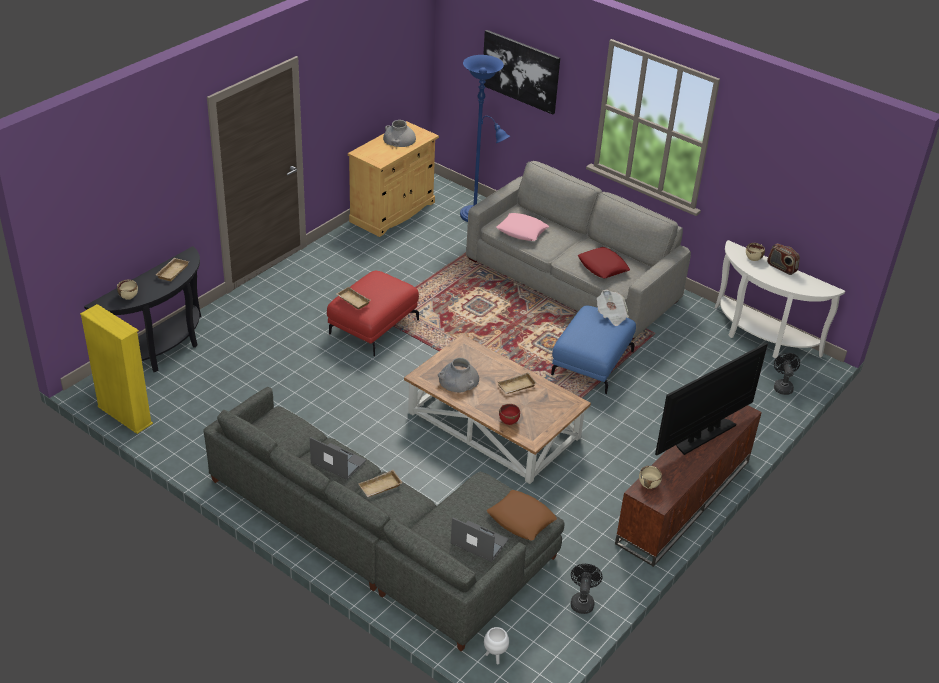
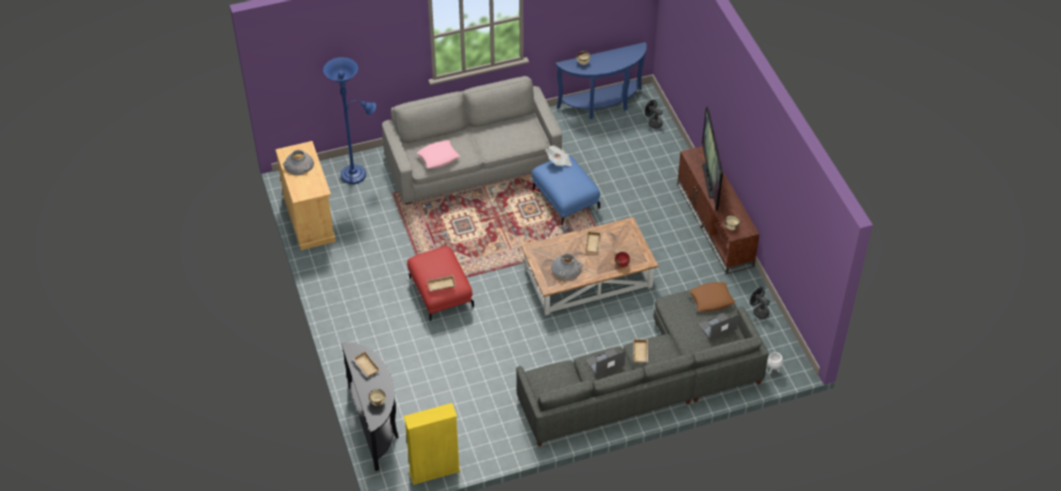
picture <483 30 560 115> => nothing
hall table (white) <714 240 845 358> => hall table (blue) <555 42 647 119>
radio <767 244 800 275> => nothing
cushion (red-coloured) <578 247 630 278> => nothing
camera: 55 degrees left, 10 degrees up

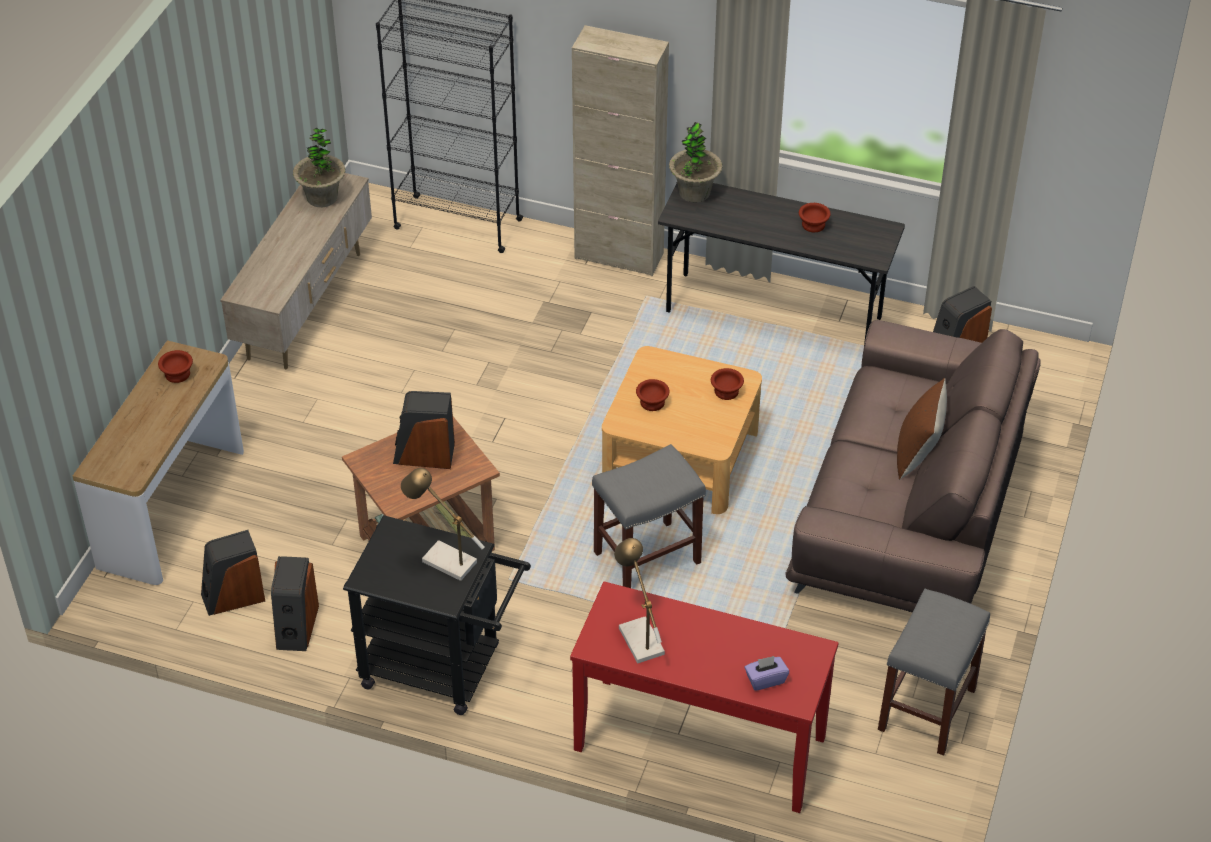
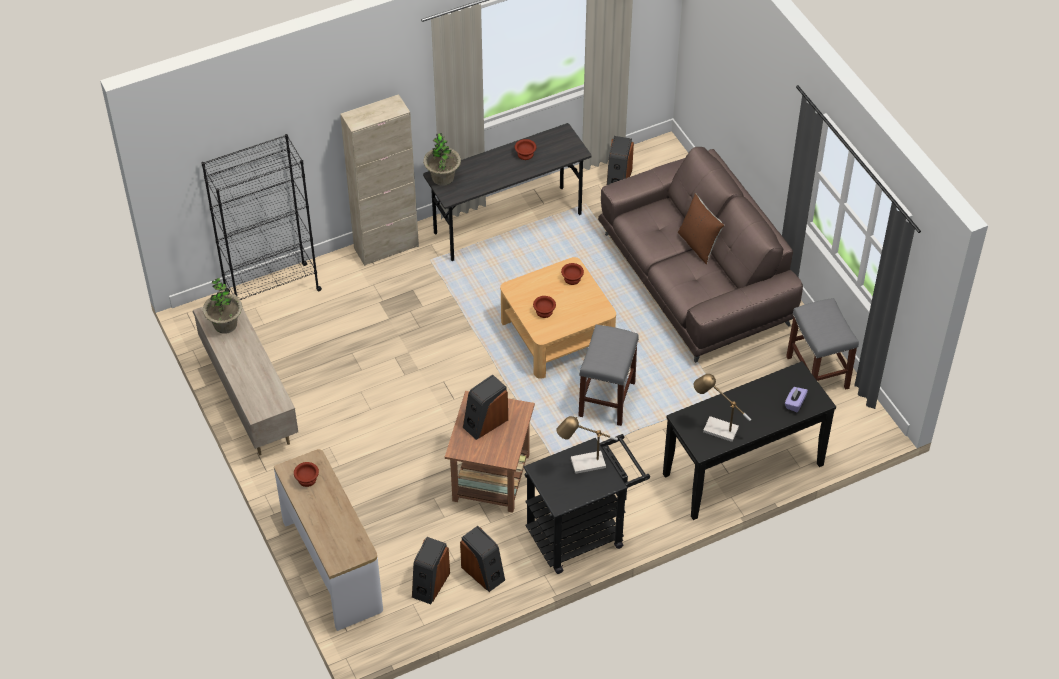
hall table (red-coloured) <570 581 839 813> => hall table (black) <663 361 836 520>
camera: 45 degrees left, 5 degrees up

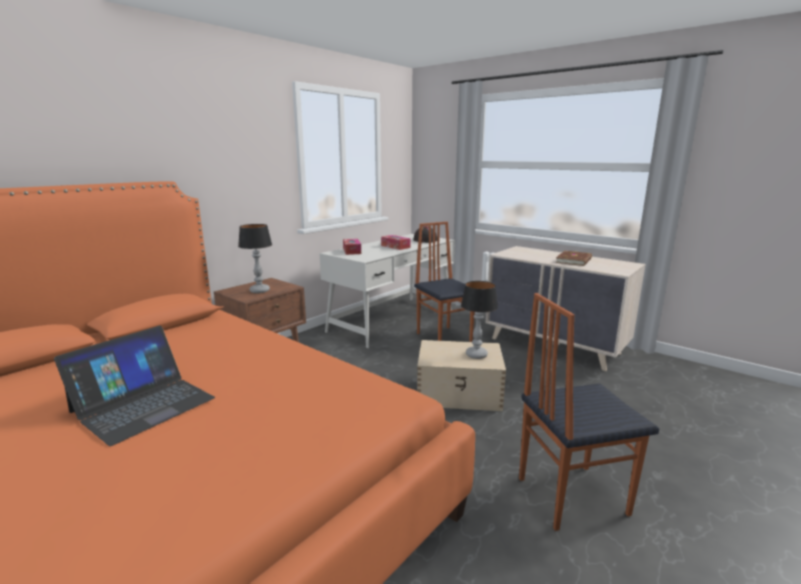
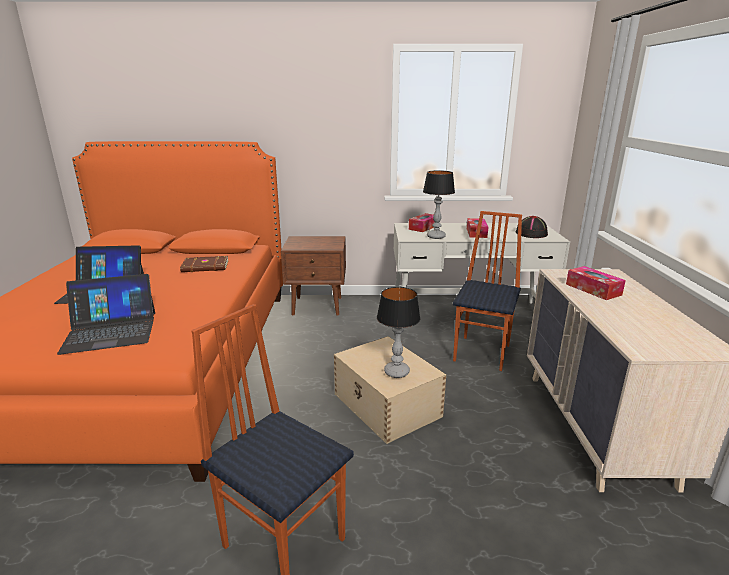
table lamp <238 224 272 293> => table lamp <423 170 455 239>, move
book (brown) <556 251 592 266> => book (brown) <180 256 229 272>, move
nothing => tissue holder <566 266 626 300>
nothing => portable computer <57 274 155 355>
camera: 50 degrees right, 5 degrees up

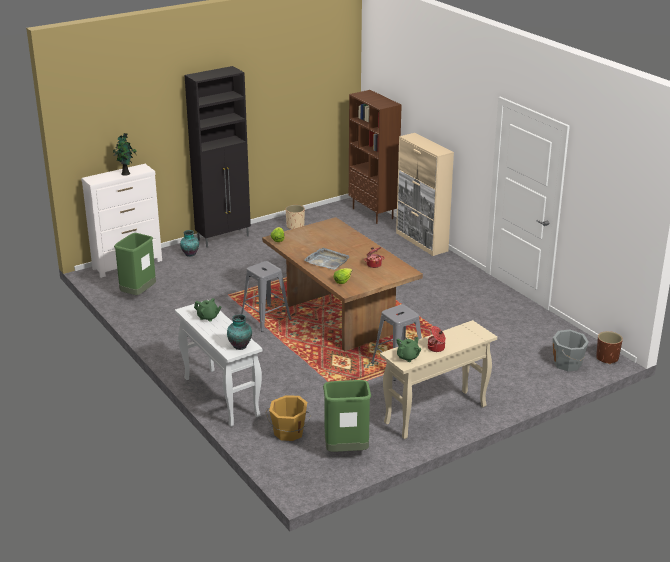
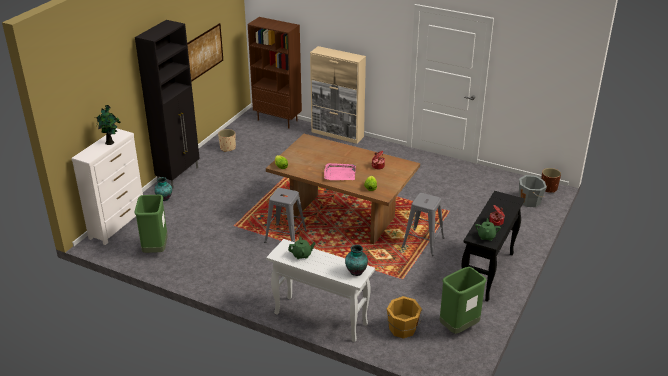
carrying tray (grey) <304 247 349 270> => carrying tray (pink) <324 163 356 180>
hall table (beige) <380 320 497 439> => hall table (black) <462 191 525 302>
nothing => picture <187 23 223 82>
camera: 30 degrees left, 5 degrees up

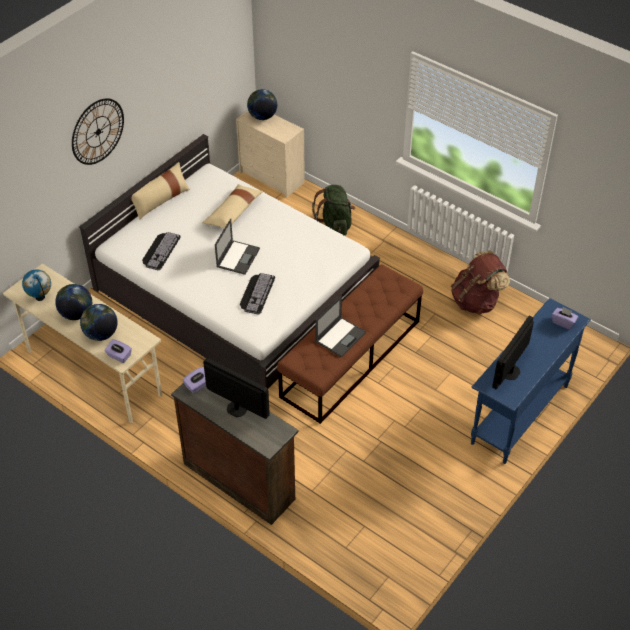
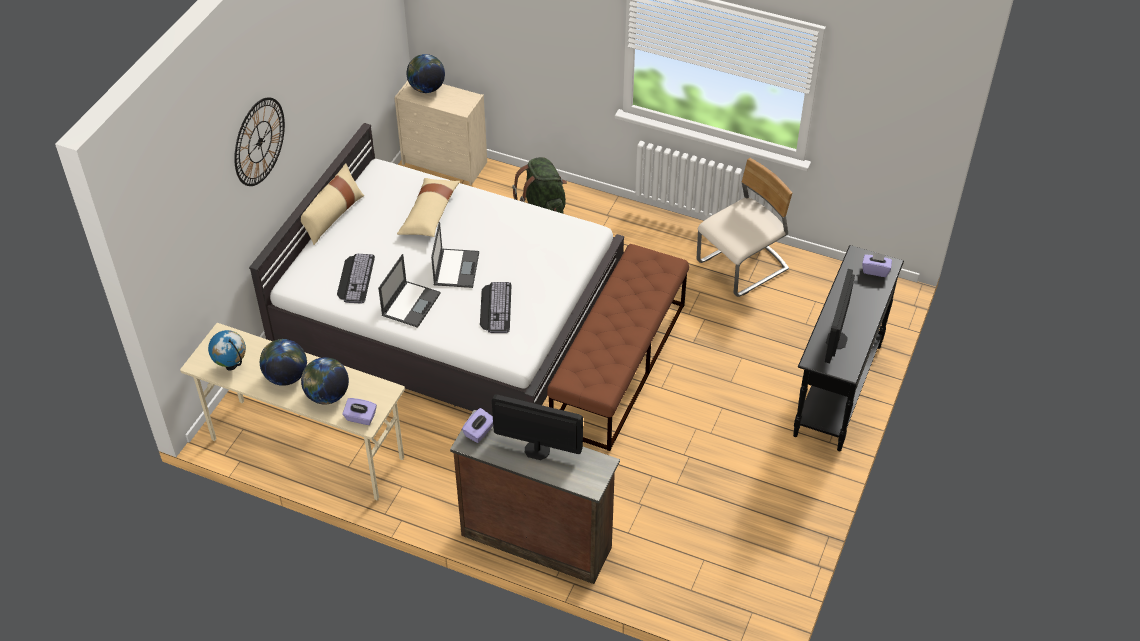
rucksack (brown) <451 251 510 314> => upright chair (beige) <697 158 792 297>
portable computer <315 296 366 357> => portable computer <378 254 440 328>, move
hall table (blue) <471 298 591 464> => hall table (black) <793 245 904 451>
camera: 15 degrees left, 0 degrees up

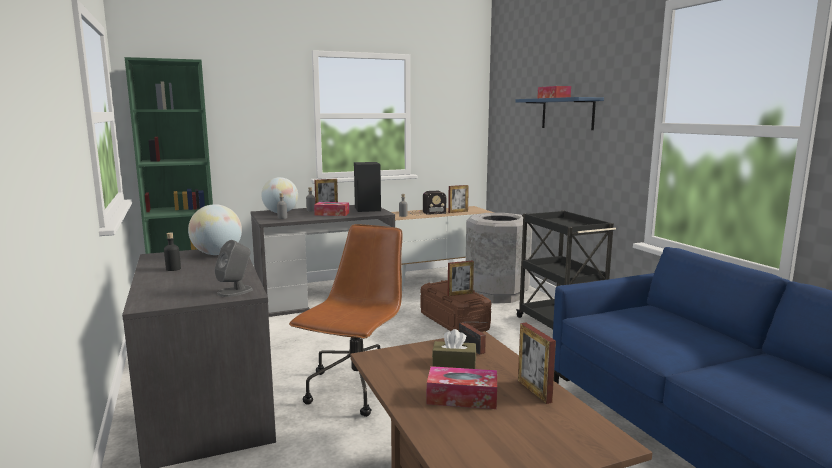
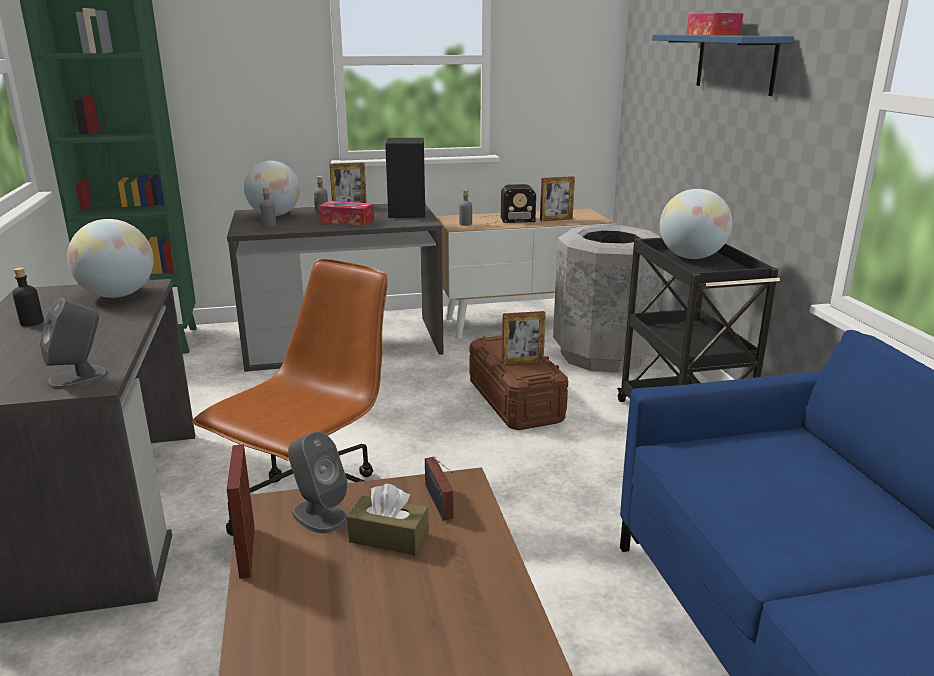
photo frame <518 323 556 404> => photo frame <227 444 255 579>, move
tissue holder <427 366 497 409> => nothing
nothing => globe <660 189 732 259>
nothing => audio speaker (grey) <288 432 347 533>
camera: 10 degrees right, 10 degrees up

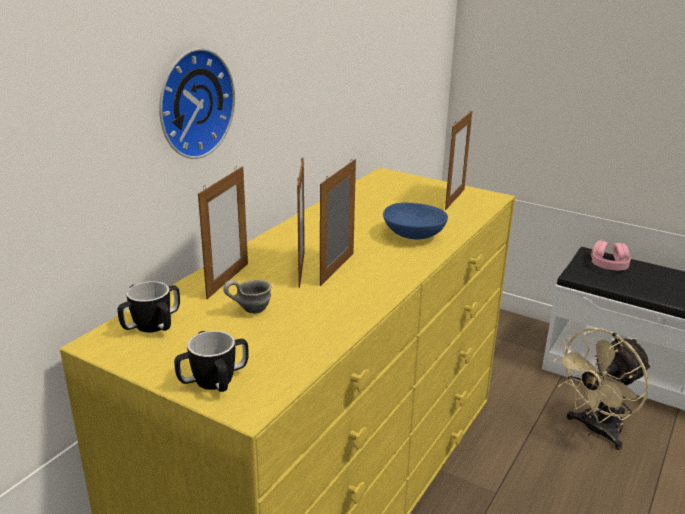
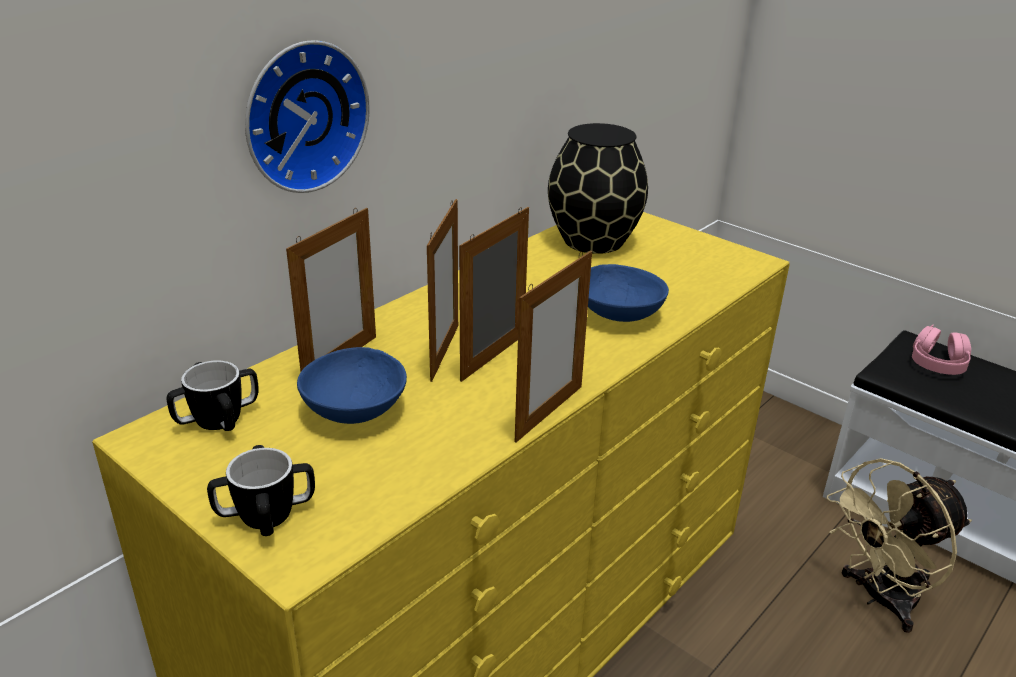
photo frame <445 110 472 210> => photo frame <515 251 592 442>, move
tea mug (grey) <223 279 272 314> => deep dish (blue) <297 347 407 424>
nothing => decorative vase (black) <548 123 648 254>
camera: 10 degrees right, 5 degrees up

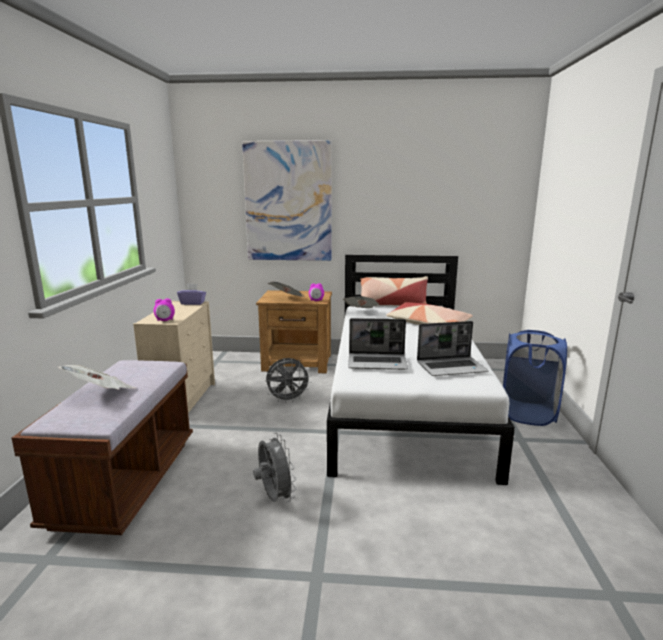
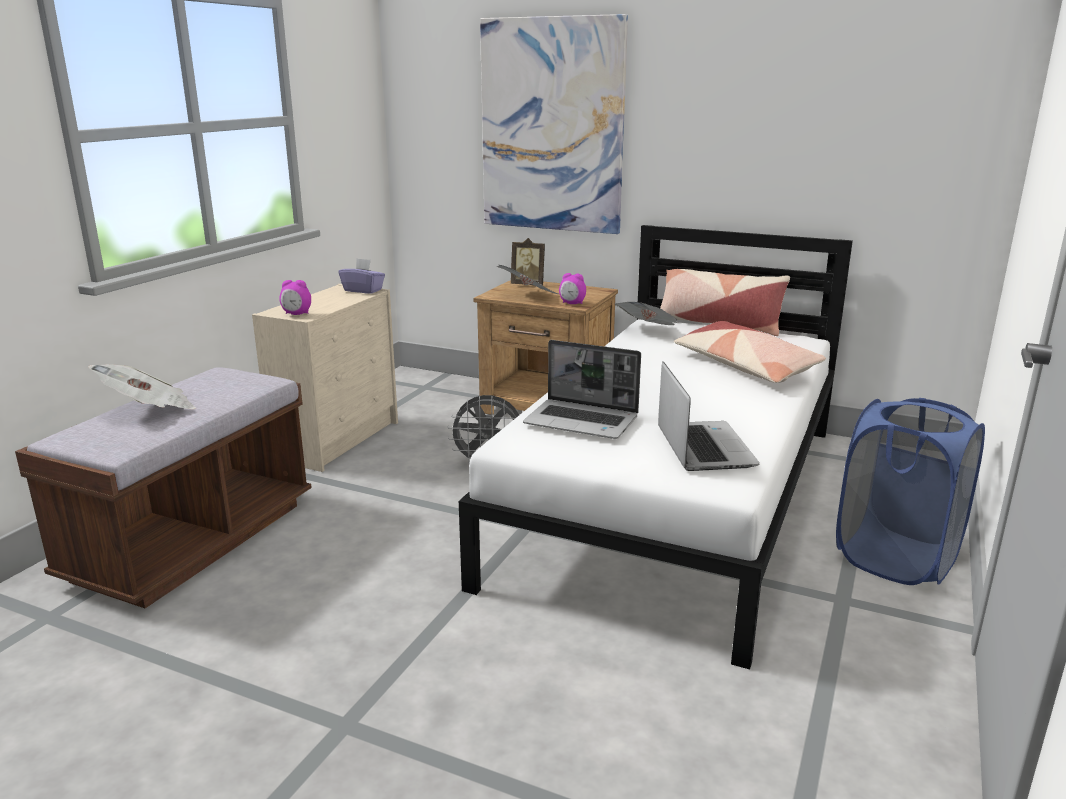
portable computer <417 321 489 376> => portable computer <658 361 760 471>, 105 degrees counterclockwise
fan (grey) <253 433 296 503> => nothing
nothing => photo frame <511 238 545 286>
camera: 20 degrees right, 5 degrees up

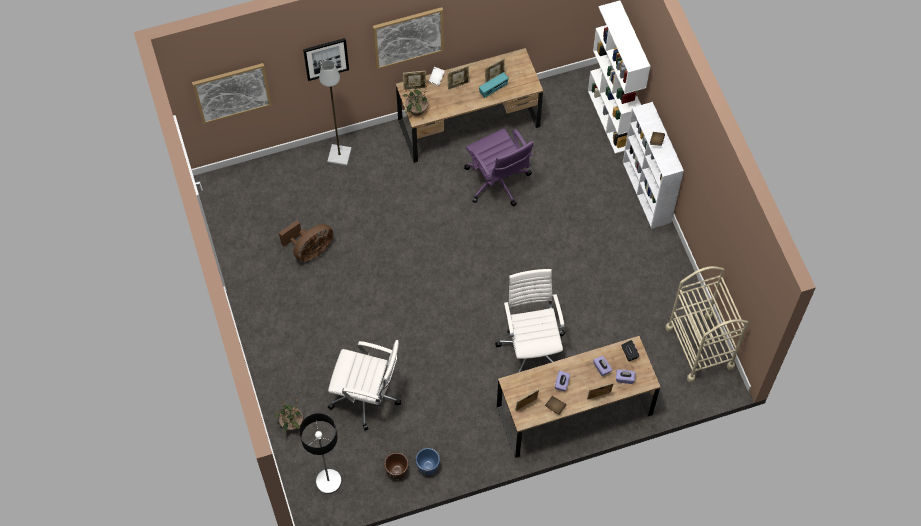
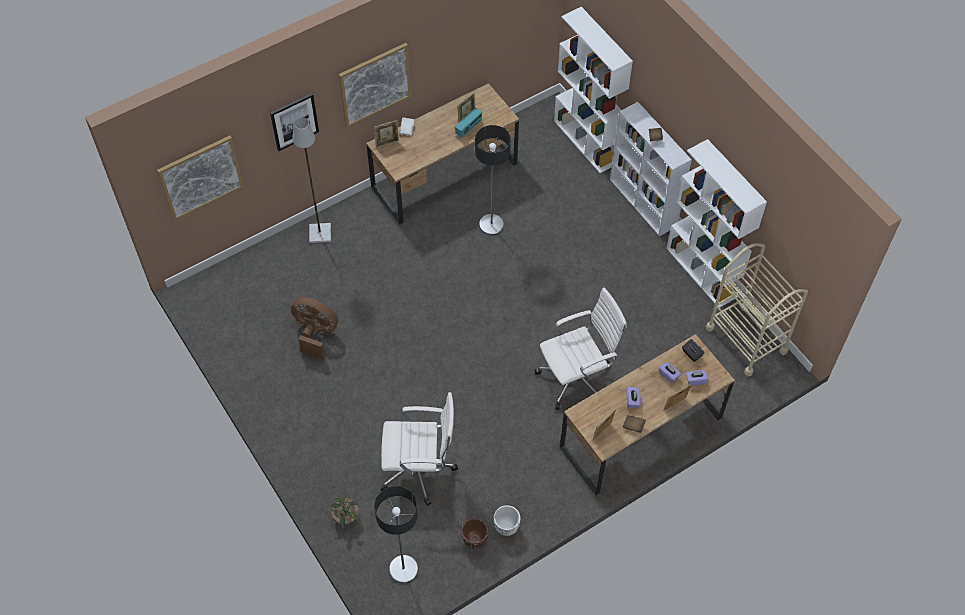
photo frame <447 65 469 90> => nothing
plant in a pot <403 83 428 116> => nothing
desk chair (purplish) <464 128 534 207> => floor lamp <475 125 511 235>
fan (brown) <279 220 334 262> => fan (brown) <291 297 338 360>, 105 degrees counterclockwise
desk chair (white) <495 269 566 373> => desk chair (white) <534 288 627 410>, 90 degrees clockwise
planter (blue) <416 448 440 475> => planter (white) <493 505 521 536>
nothing => bookcase (white) <666 139 767 308>
camera: 15 degrees left, 5 degrees down

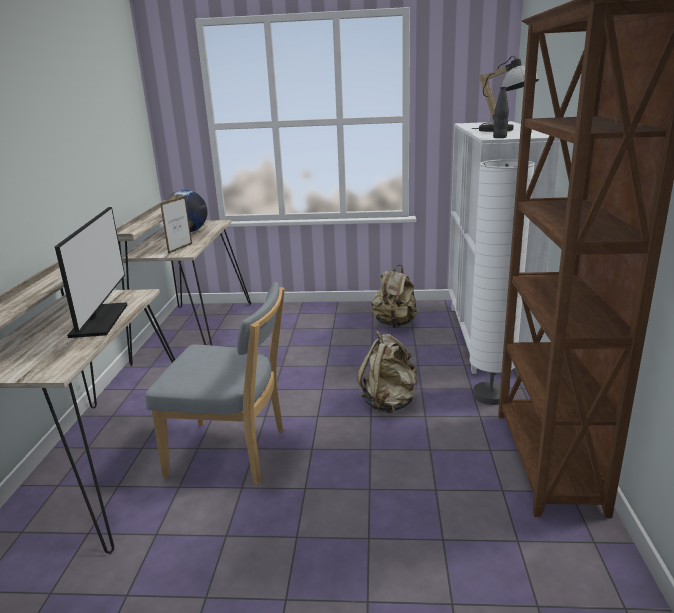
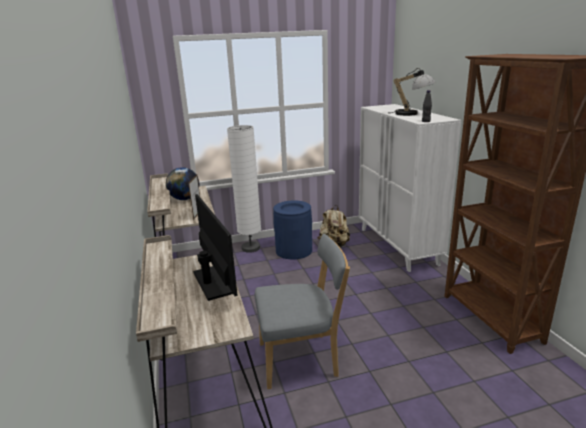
floor lamp (white) <469 159 535 405> => floor lamp (white) <227 125 261 253>, move
rucksack (beige) <357 330 417 413> => nothing
nothing => trash can (blue) <273 200 312 260>
camera: 20 degrees left, 0 degrees up

